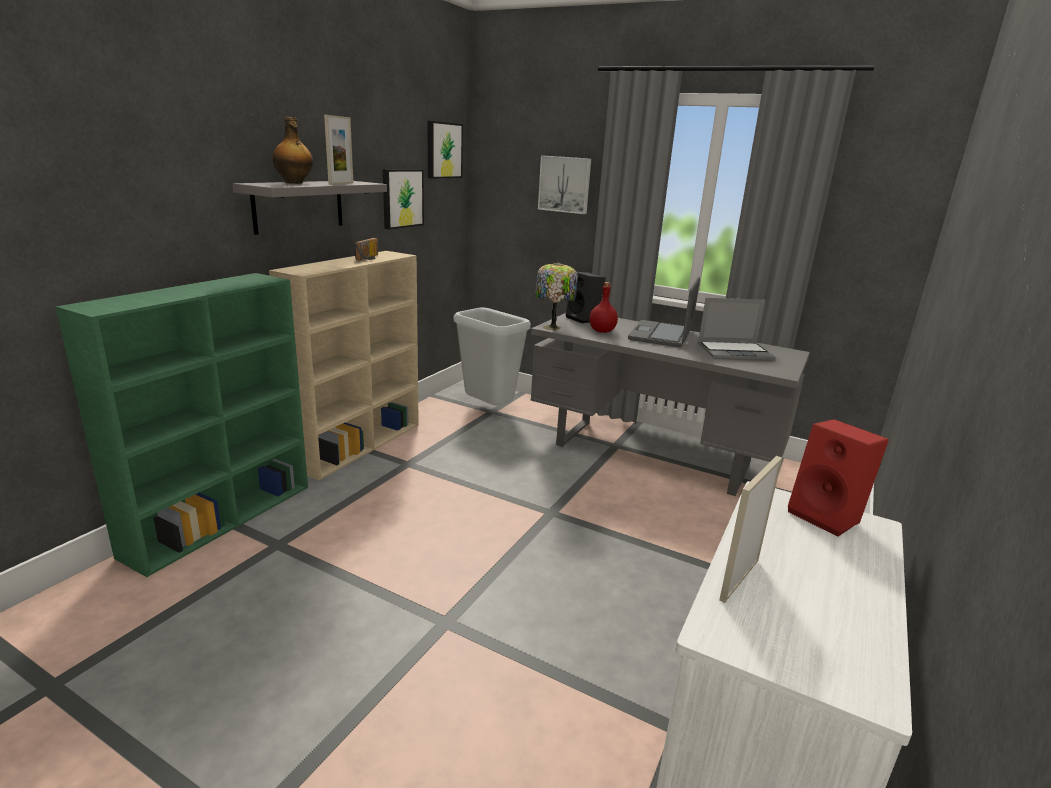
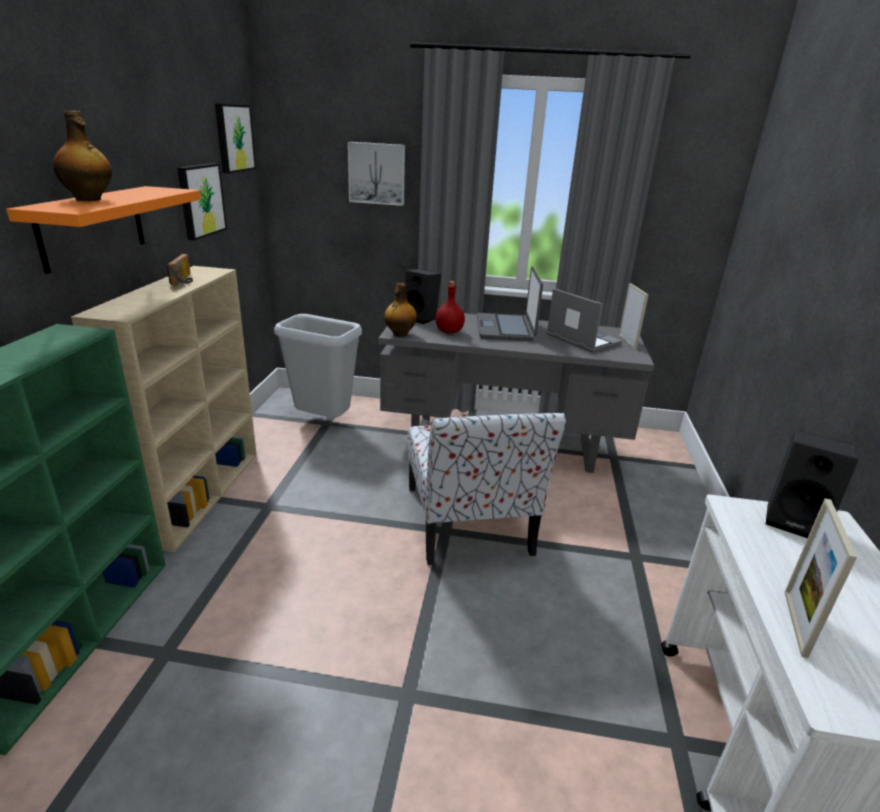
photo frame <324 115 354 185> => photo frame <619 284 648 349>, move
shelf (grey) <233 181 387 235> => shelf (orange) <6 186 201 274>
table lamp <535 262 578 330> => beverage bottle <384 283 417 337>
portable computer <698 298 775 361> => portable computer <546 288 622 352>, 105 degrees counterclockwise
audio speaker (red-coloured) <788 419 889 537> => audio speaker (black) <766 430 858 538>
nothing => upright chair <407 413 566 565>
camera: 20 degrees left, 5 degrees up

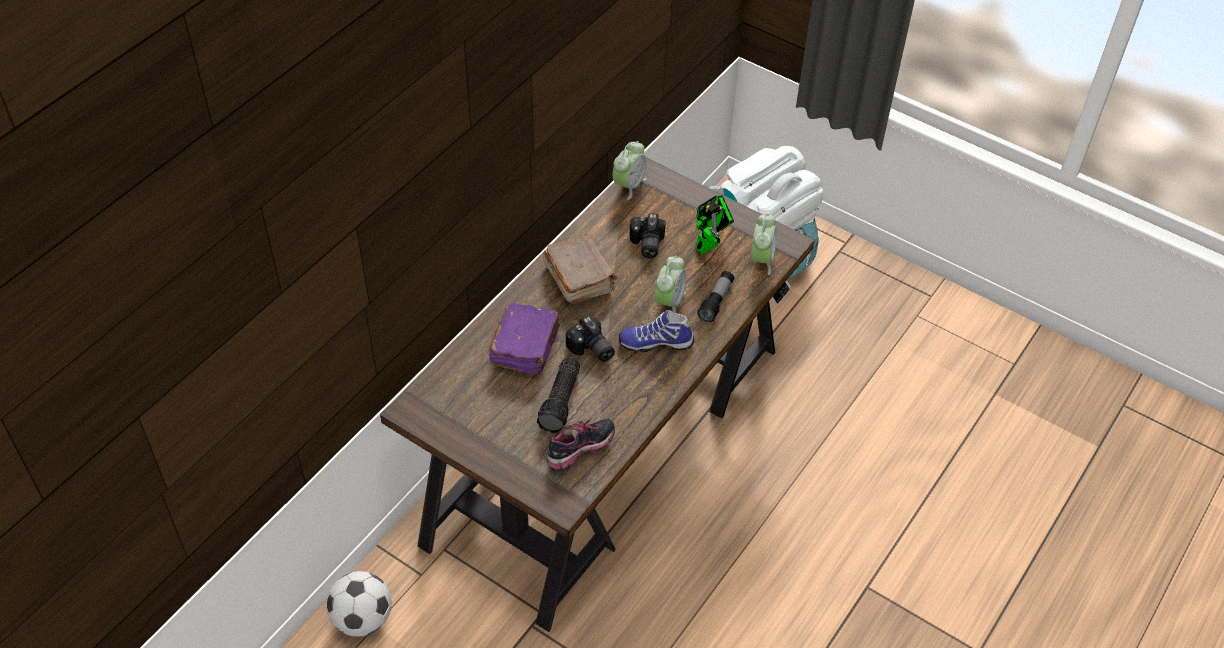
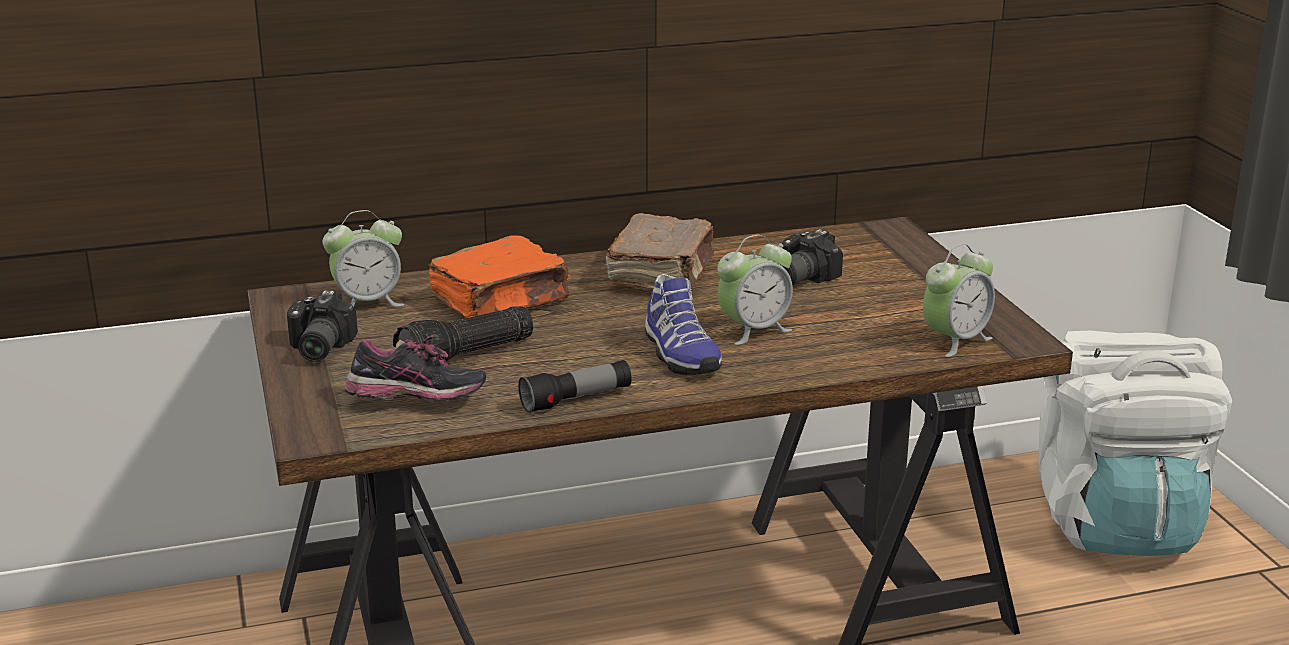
table clock <613 141 647 200> => table clock <323 210 404 307>, move
model robot <695 195 734 254> => nothing
flashlight <697 271 734 322> => flashlight <518 360 632 413>, move
book (purplish) <489 302 560 374> => book (orange) <428 235 570 318>
item of footwear <619 310 694 352> => item of footwear <645 274 722 375>, 150 degrees counterclockwise
still camera <566 316 615 362> => still camera <287 290 358 362>, move
ball for football <326 571 392 637> => nothing
camera: 40 degrees right, 25 degrees down

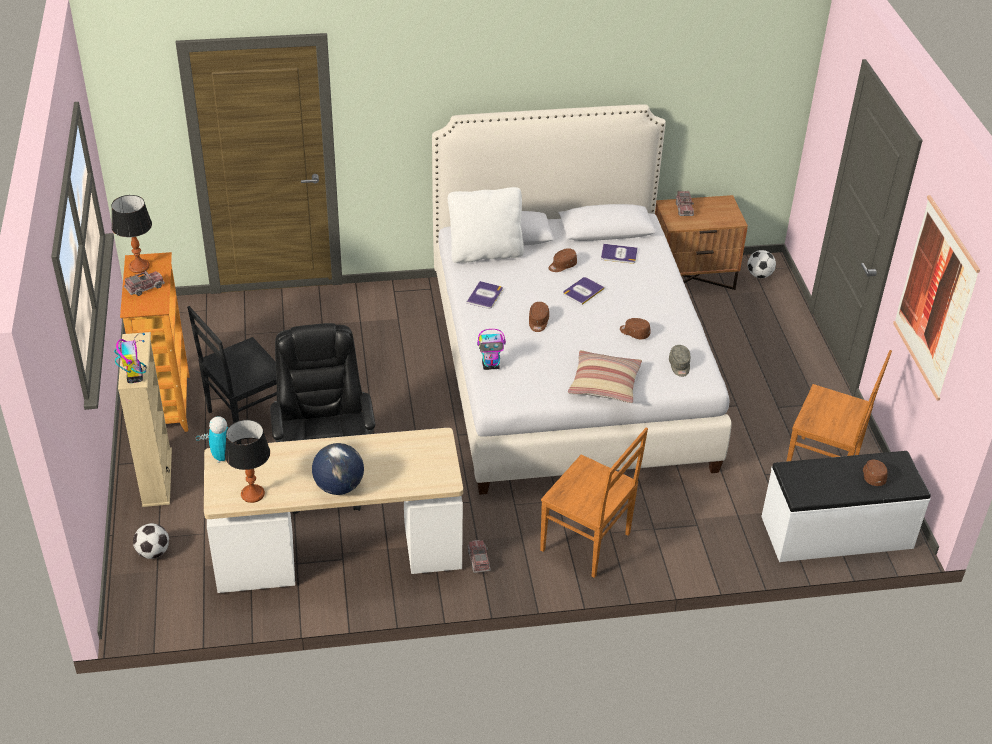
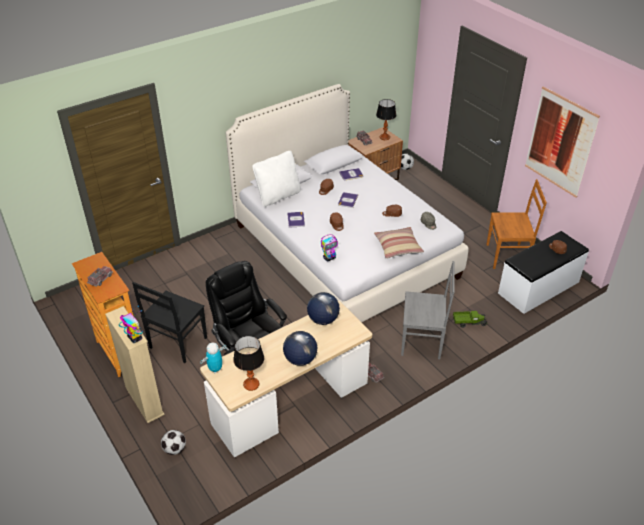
table lamp <111 195 152 273> => table lamp <376 99 396 140>, move
upright chair (brown) <540 427 648 578> => upright chair (grey) <401 261 455 359>
nothing => globe <307 292 340 325>
nothing => toy truck <453 311 487 328>
camera: 25 degrees left, 0 degrees up

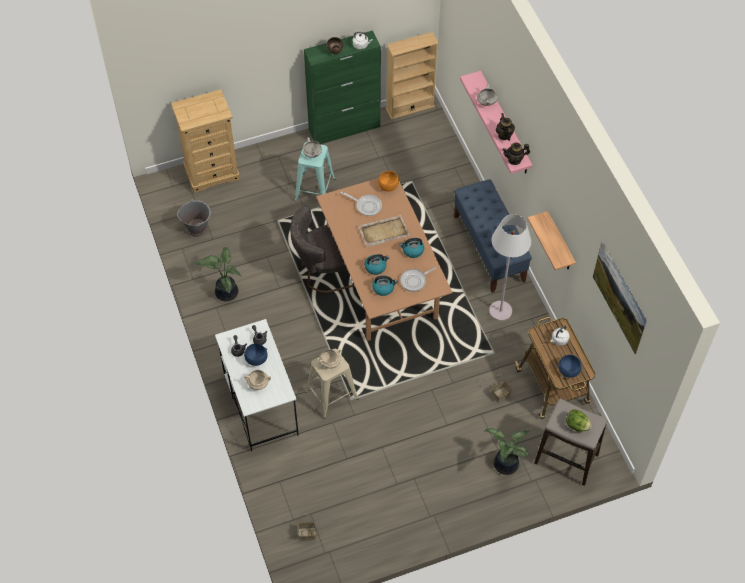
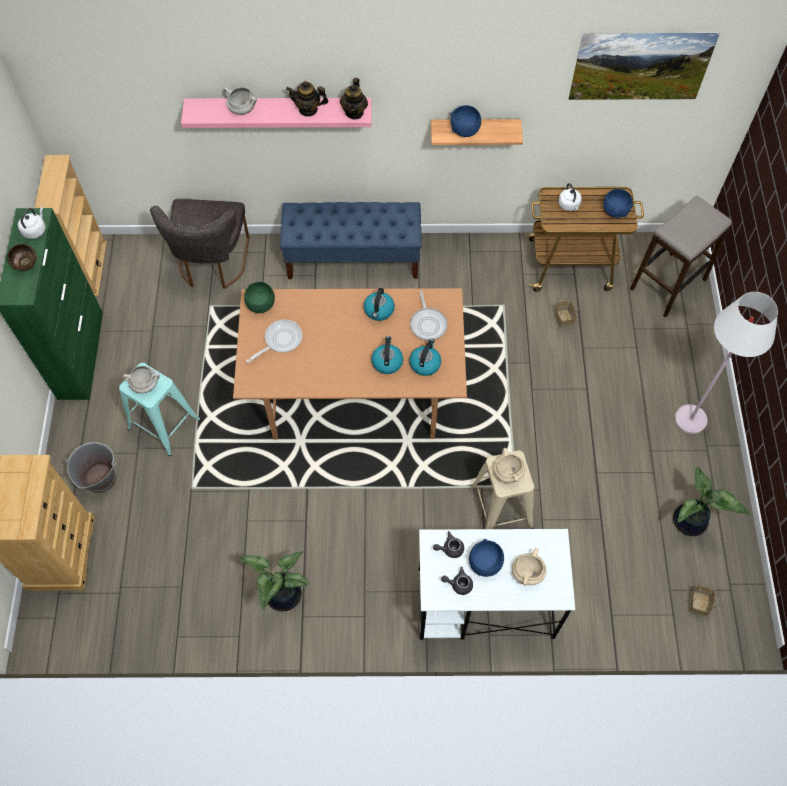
deep dish (orange) <378 171 399 192> => deep dish (greenish) <244 282 275 313>
pail (grey) <177 199 211 237> => pail (grey) <65 442 116 493>, move
upright chair (grey) <290 205 354 293> => upright chair (grey) <150 199 249 289>, move
carrying tray (beige) <358 214 410 247> => nothing
floor lamp (white) <489 214 531 321> => floor lamp (white) <675 292 778 434>, move
head of lettuce <566 409 592 432> => nothing
plant in a pot <485 428 530 475> => plant in a pot <673 466 751 536>, move
nothing => deep dish (blue) <451 105 481 137>
camera: 70 degrees left, 5 degrees up

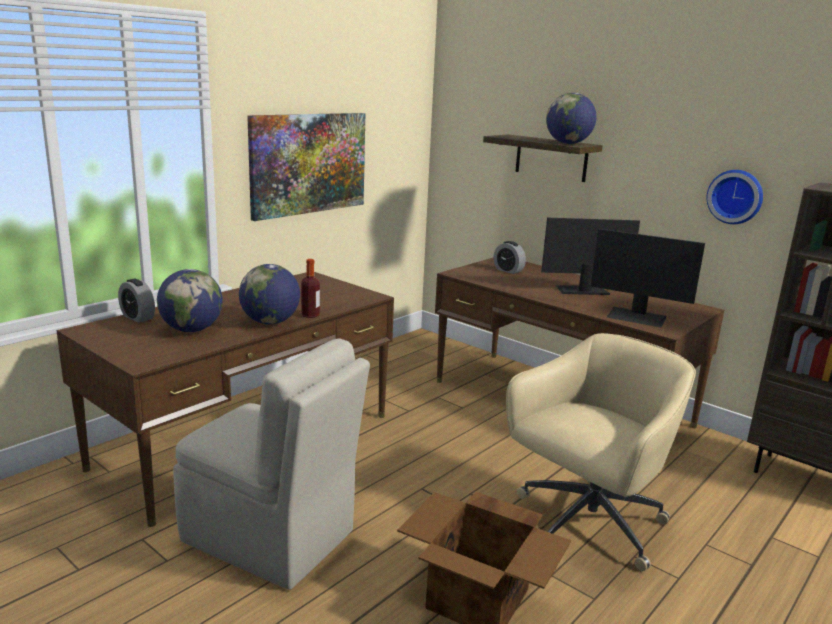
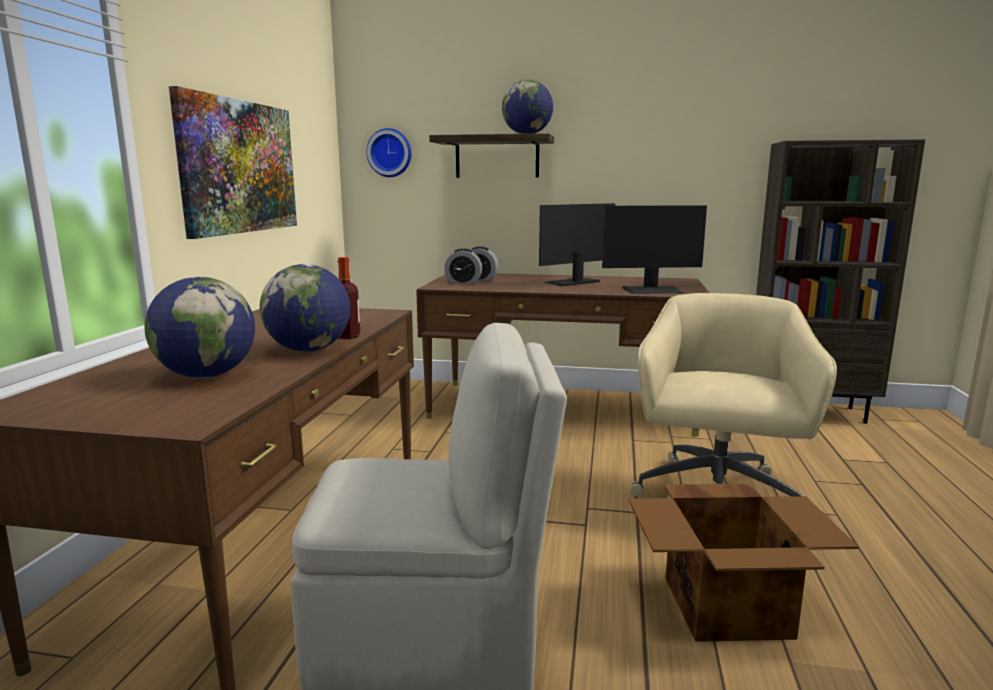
hanging clock <706 170 763 224> => hanging clock <366 128 411 177>, move
table clock <118 279 155 323> => table clock <444 248 482 284>, move
camera: 30 degrees left, 5 degrees down

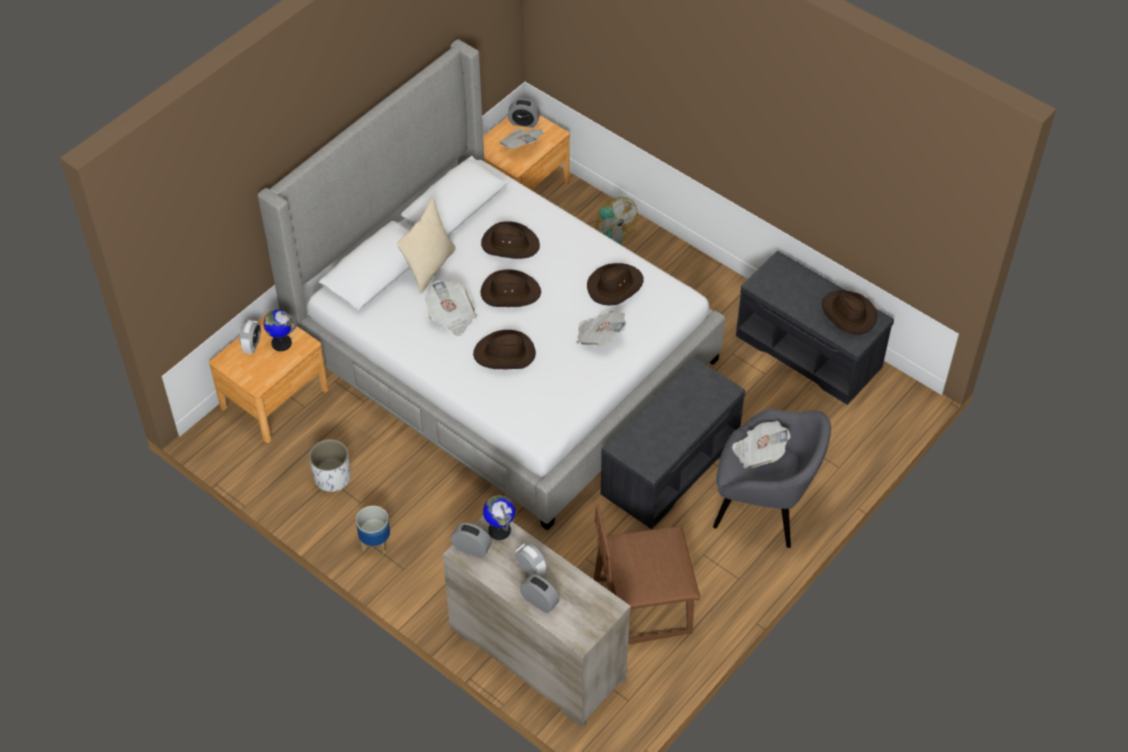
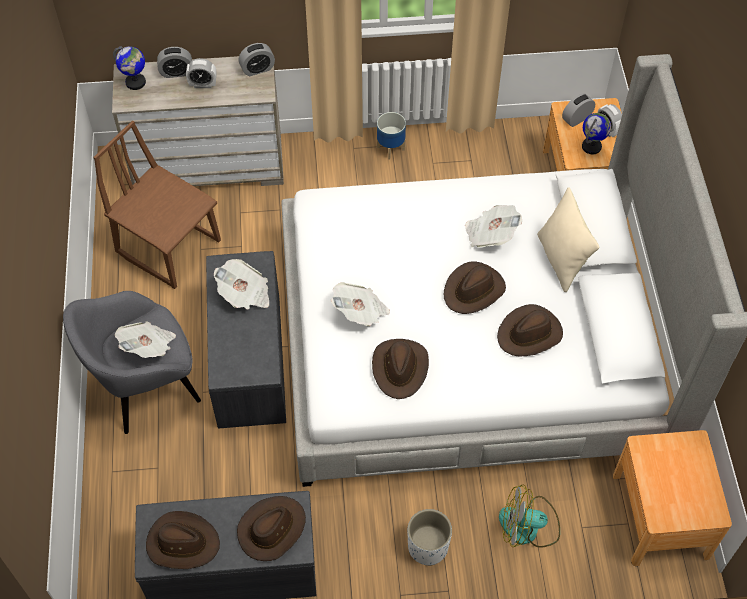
table clock <508 99 540 128> => table clock <562 93 595 127>, move
newspaper <499 129 544 148> => newspaper <214 259 269 310>, move
hat (brown) <473 330 536 369> => hat (brown) <237 496 306 561>, move
planter (white) <309 439 350 492> => planter (white) <408 509 452 566>, move
globe <483 495 515 540> => globe <113 46 146 90>, move
upright chair (brown) <594 504 700 645> => upright chair (brown) <93 121 221 289>, 90 degrees counterclockwise
camera: 135 degrees right, 5 degrees up

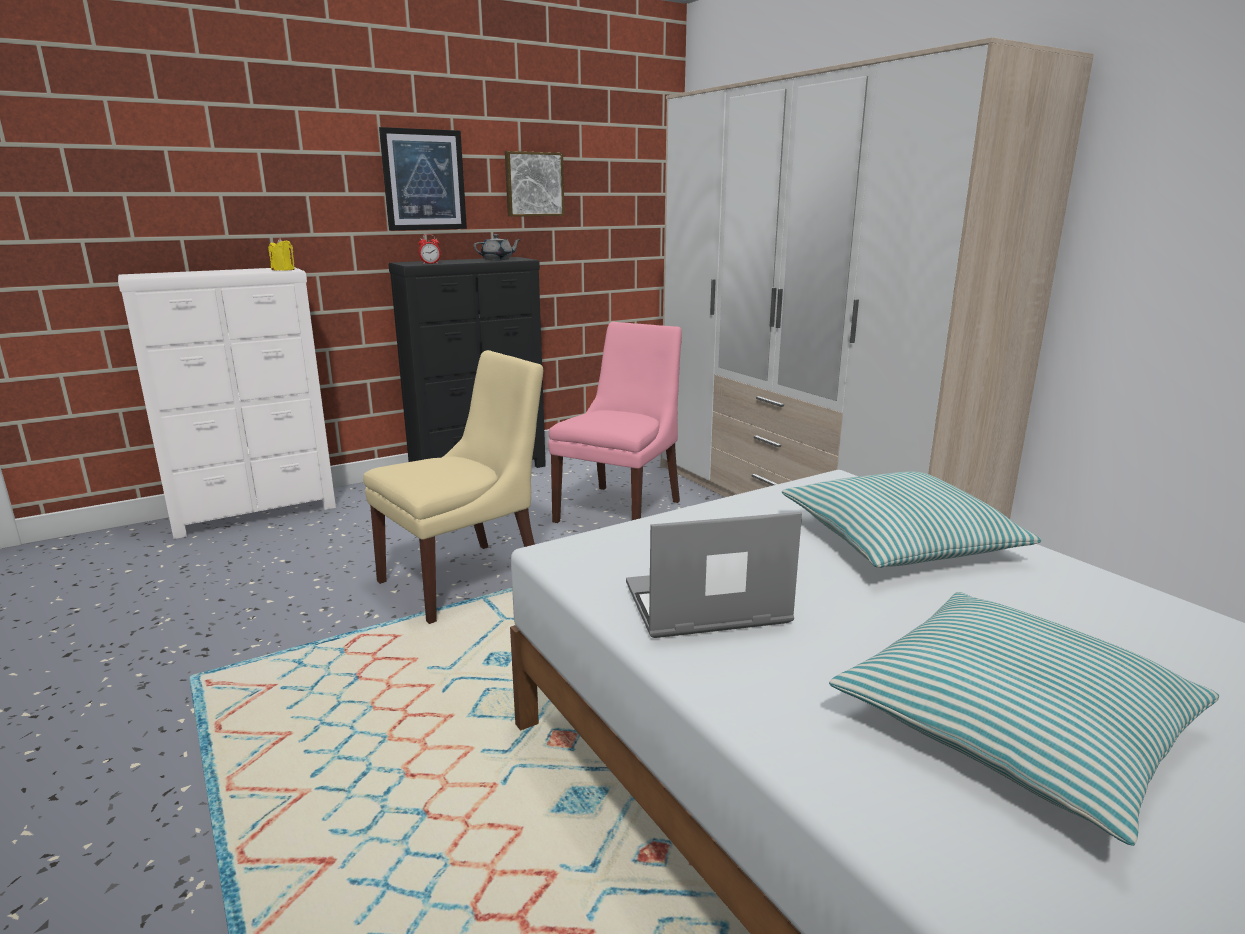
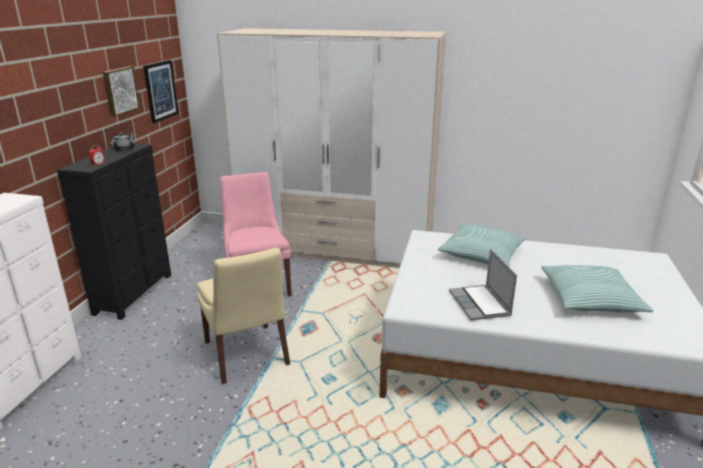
picture <379 127 467 230> => picture <143 60 178 123>, move
wax light (yellowish) <268 238 295 271> => nothing
upright chair (beige) <363 350 543 624> => upright chair (beige) <197 248 290 384>, 150 degrees clockwise
portable computer <626 512 802 638> => portable computer <449 249 517 321>, 45 degrees counterclockwise
camera: 45 degrees left, 5 degrees up

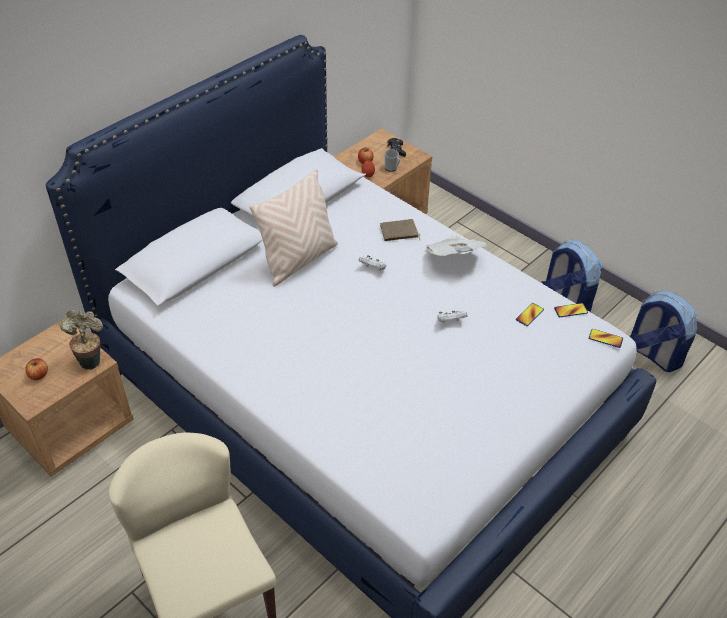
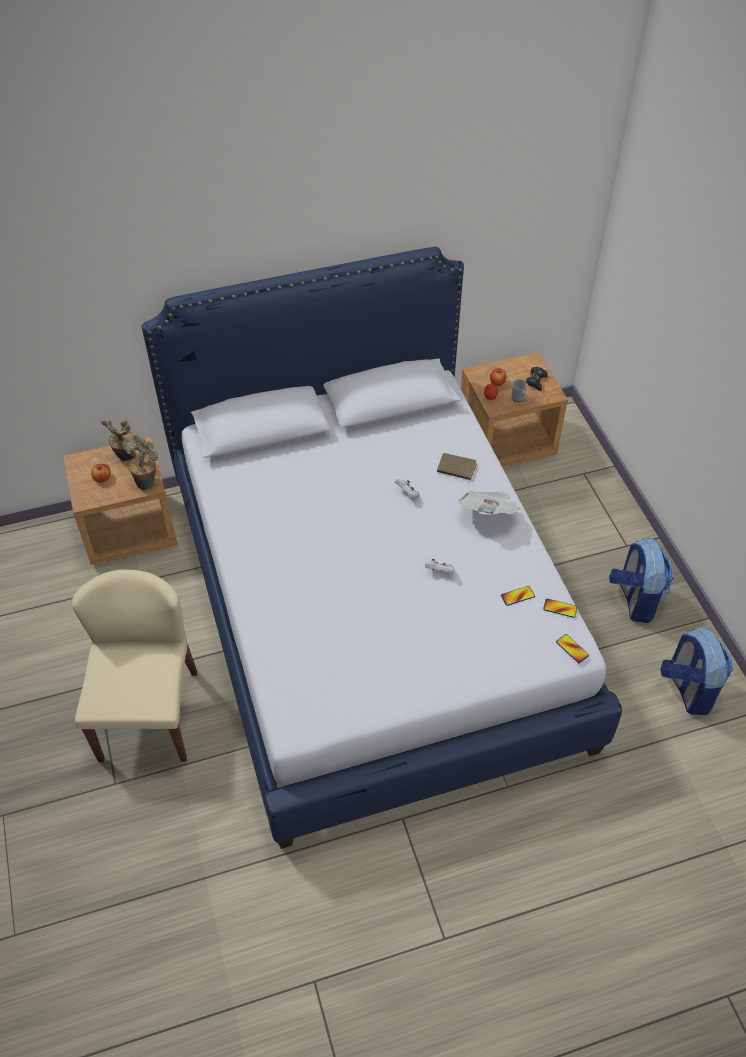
cushion (beige) <249 169 338 287> => nothing
nothing => plant in a pot <101 420 135 461>
camera: 30 degrees right, 5 degrees up

